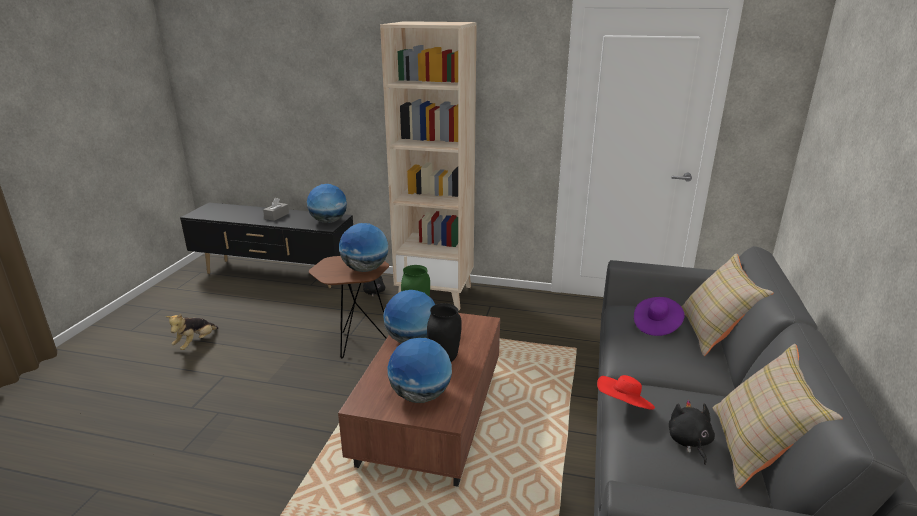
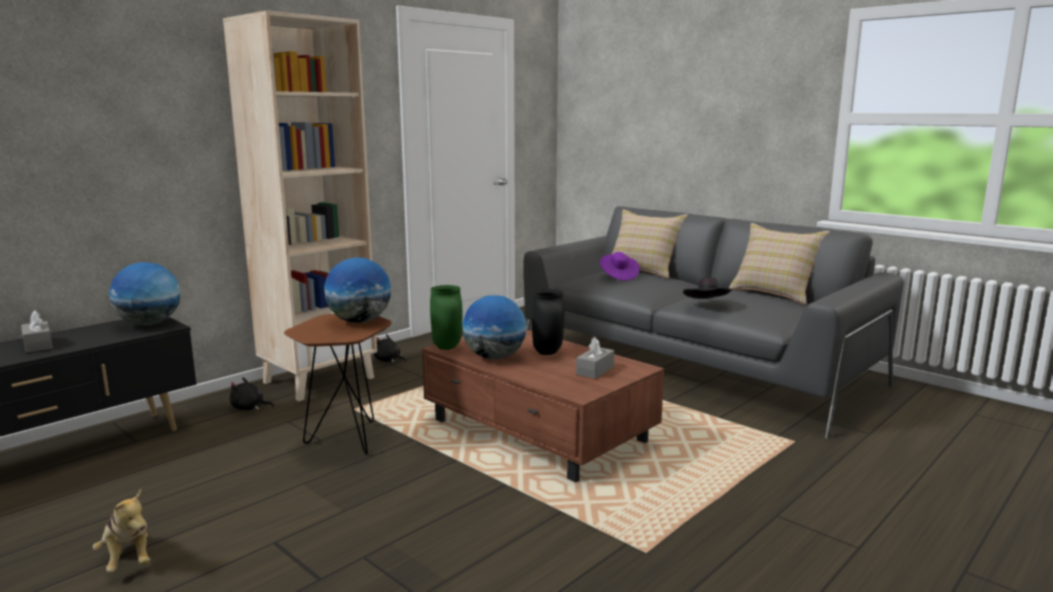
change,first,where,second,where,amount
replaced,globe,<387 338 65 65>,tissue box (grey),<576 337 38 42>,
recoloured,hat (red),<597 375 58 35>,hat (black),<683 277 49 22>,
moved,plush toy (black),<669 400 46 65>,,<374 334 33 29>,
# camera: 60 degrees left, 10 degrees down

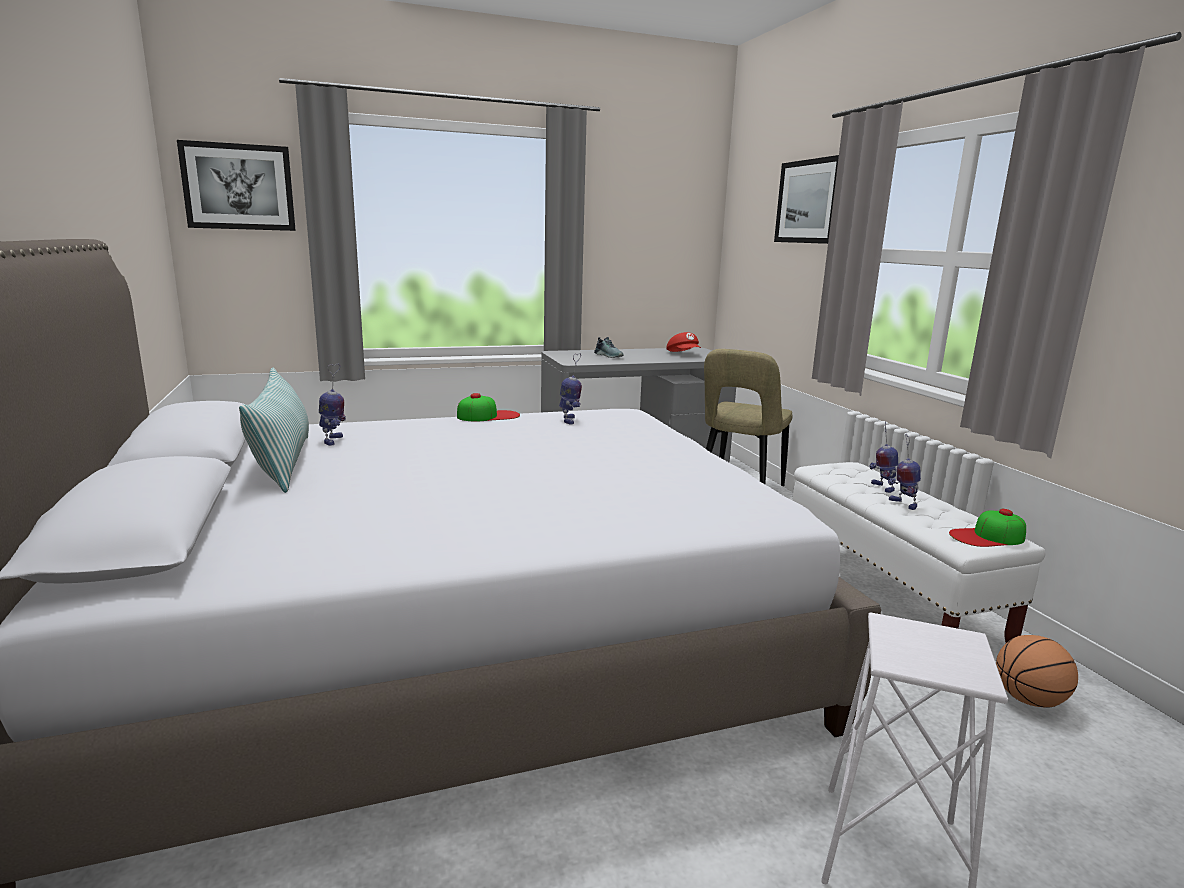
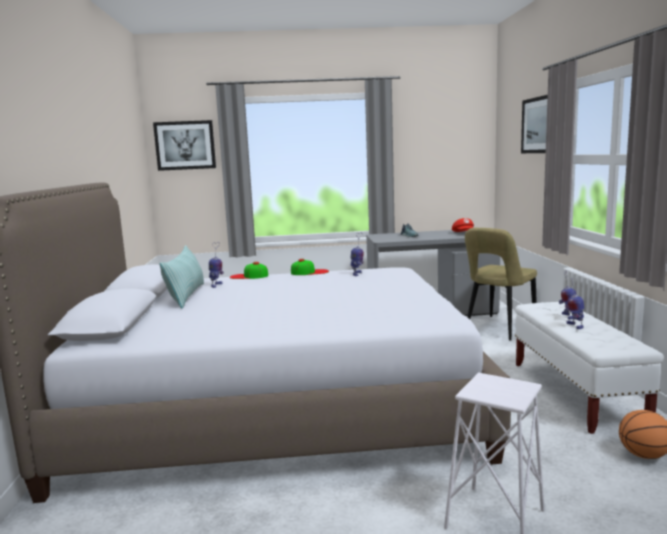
change,first,where,second,where,amount
moved,cap,<949 509 77 38>,,<230 262 38 17>,
# camera: 15 degrees right, 5 degrees down

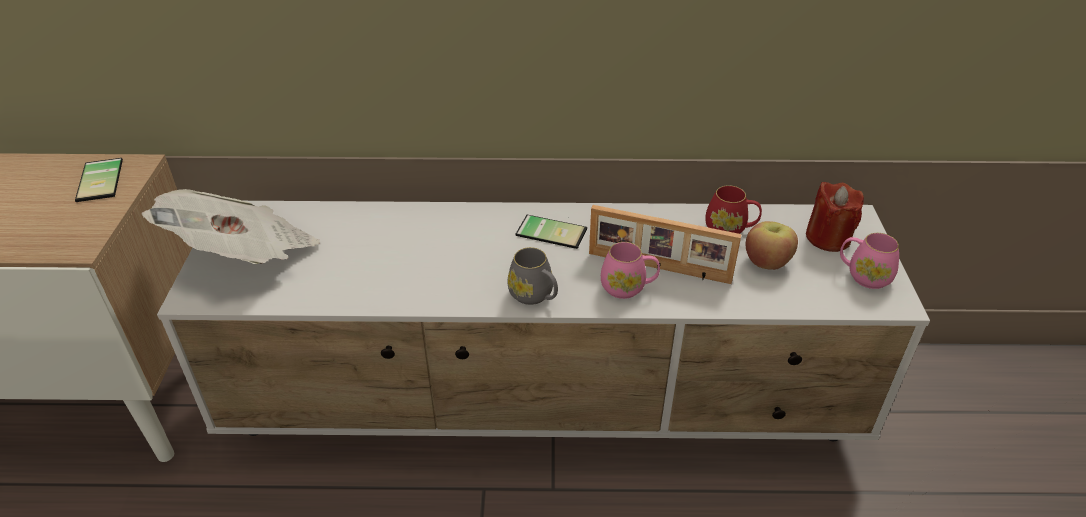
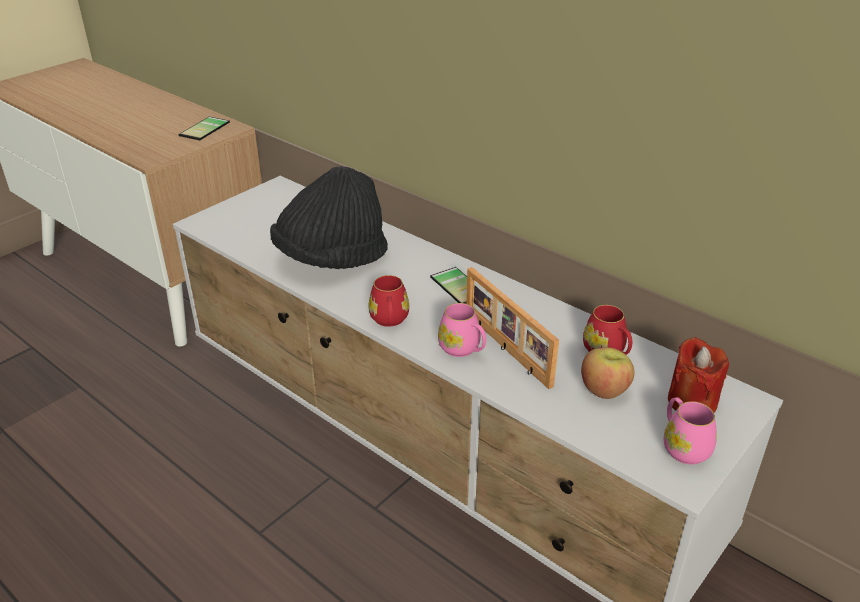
change,first,where,second,where,amount
removed,newspaper,<141 189 178 75>,,,
recoloured,mug (grey),<508 247 50 58>,mug (red),<369 275 40 52>,
added,,,hat (black),<270 166 118 103>,
# camera: 40 degrees right, 5 degrees down

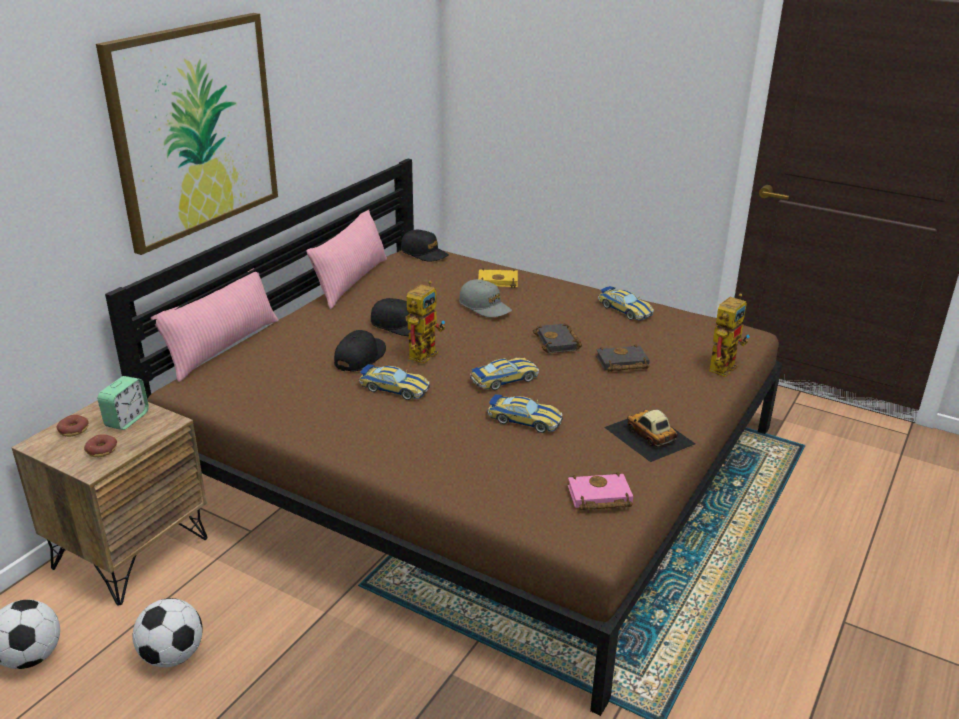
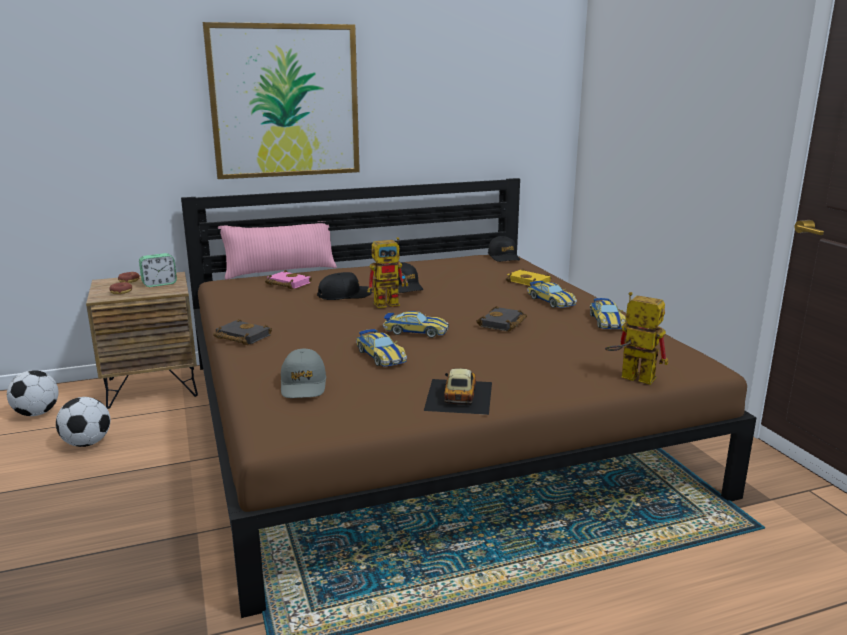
change,first,where,second,where,amount
removed,pillow (pink),<306 210 81 99>,,,
moved,toy car,<359 364 71 36>,,<527 281 50 27>,
moved,cap (grey),<459 279 53 38>,,<281 348 45 50>,
moved,book (pink),<568 472 65 38>,,<265 270 47 19>,
moved,book (black),<596 344 54 28>,,<213 319 59 26>,
turned,toy robot,<709 293 41 84>,,<605 292 63 93>,135 degrees counterclockwise
# camera: 40 degrees right, 10 degrees down

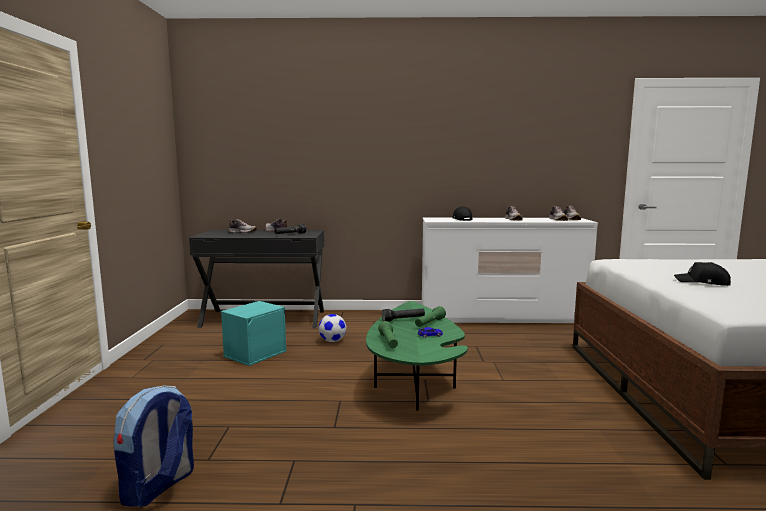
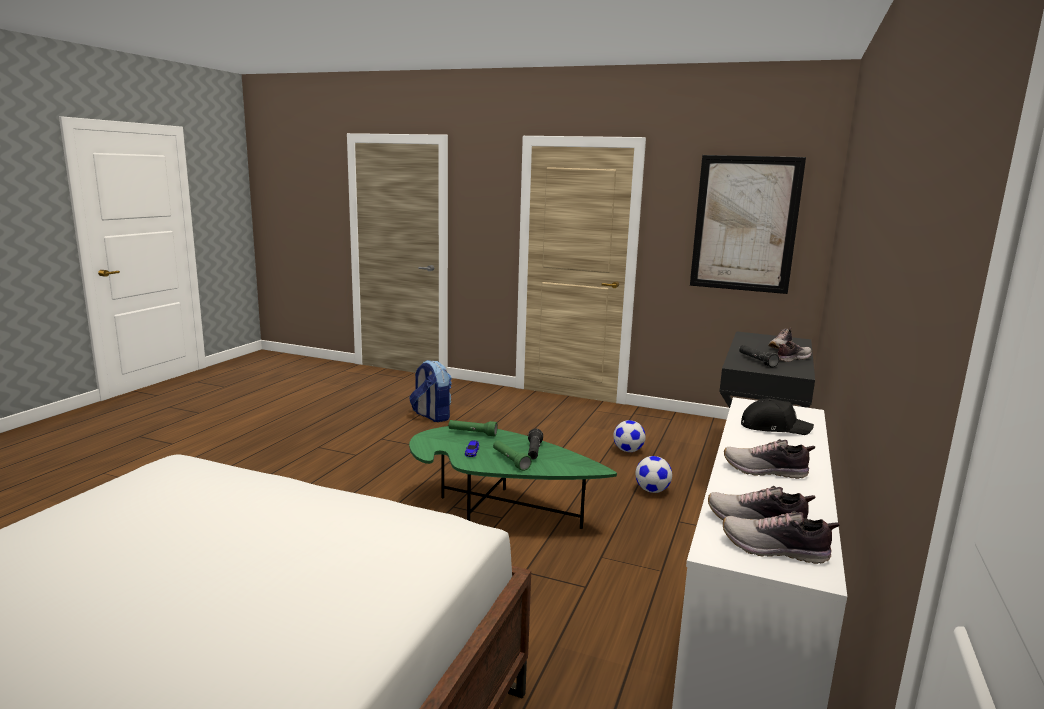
change,first,where,second,where,amount
replaced,storage box (turquoise),<221 301 66 65>,football,<613 420 33 32>,
removed,cap (black),<674 262 57 24>,,,
added,,,picture,<690 155 116 139>,
# camera: 110 degrees right, 5 degrees up

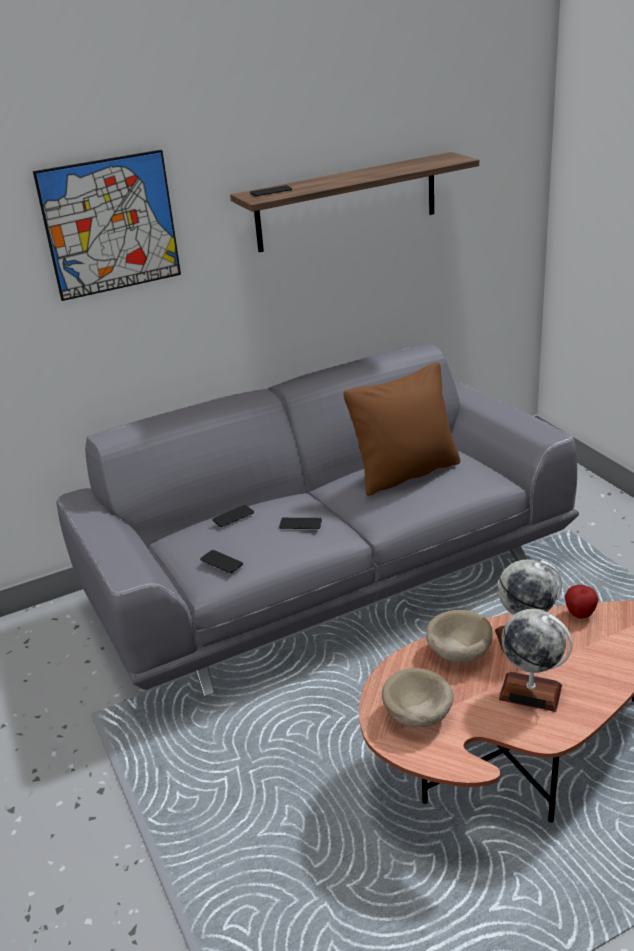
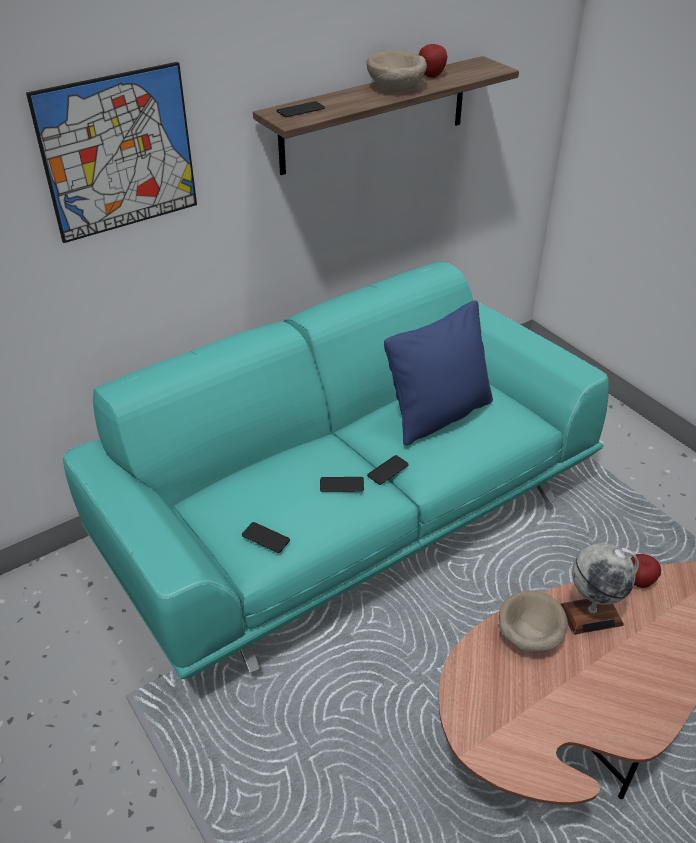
change,first,where,second,where,amount
recoloured,sofa (grey),<57 343 522 353>,sofa (turquoise),<63 262 546 417>,
moved,phone,<212 505 42 22>,,<367 455 42 30>,
recoloured,pillow (brown),<344 362 116 134>,pillow (blue),<384 300 109 145>,
moved,bowl (beige),<382 668 72 59>,,<367 51 60 39>,
removed,globe,<499 609 73 103>,,,
added,,,apple,<419 44 28 34>,
# camera: 10 degrees left, 10 degrees up

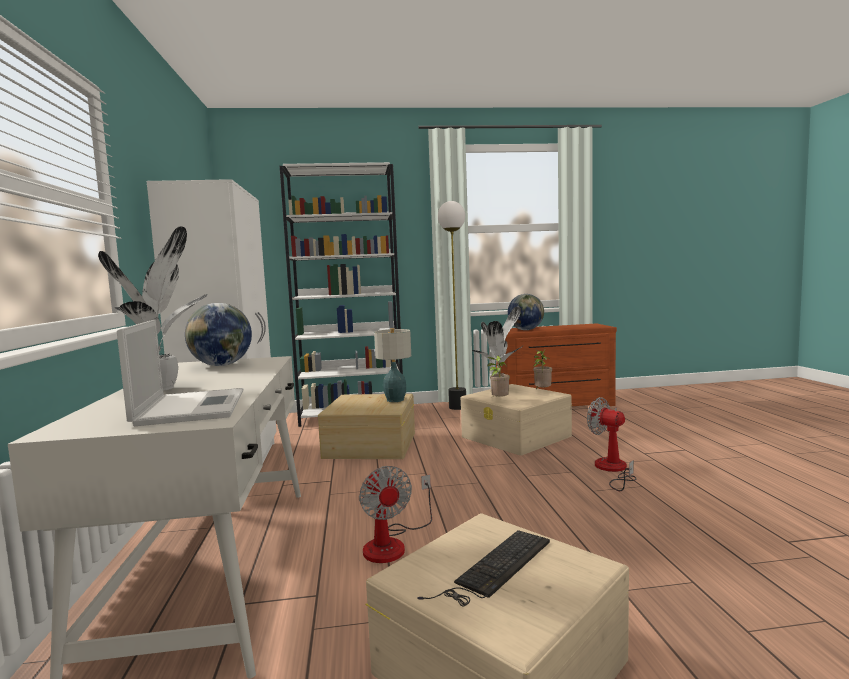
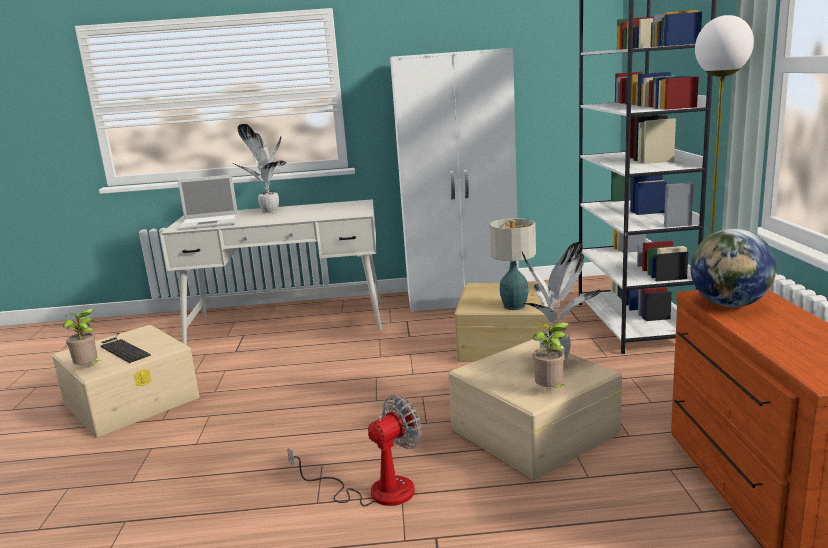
change,first,where,second,where,amount
removed,globe,<185 303 67 63>,,,
removed,fan,<359 466 73 97>,,,
moved,potted plant,<487 356 23 42>,,<63 309 36 56>,
# camera: 95 degrees right, 10 degrees up

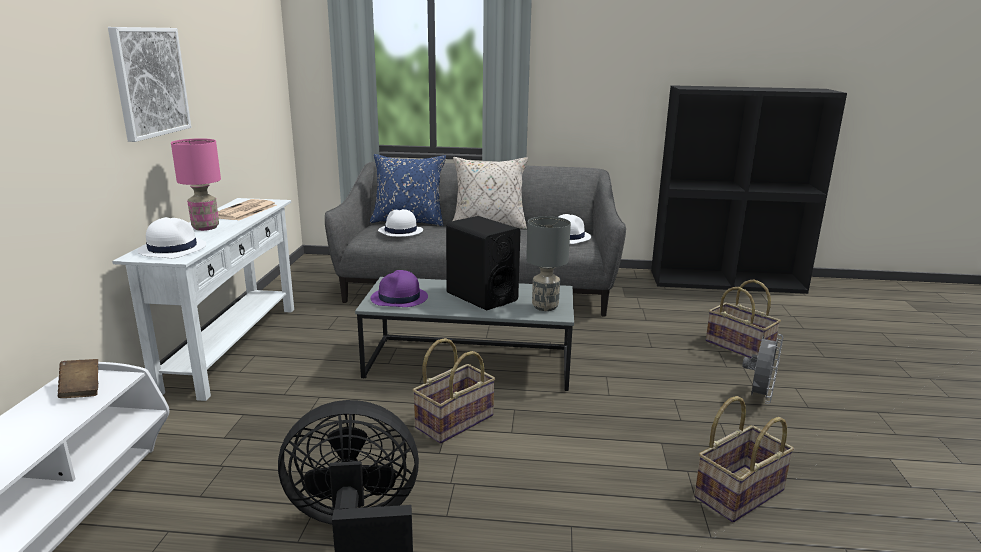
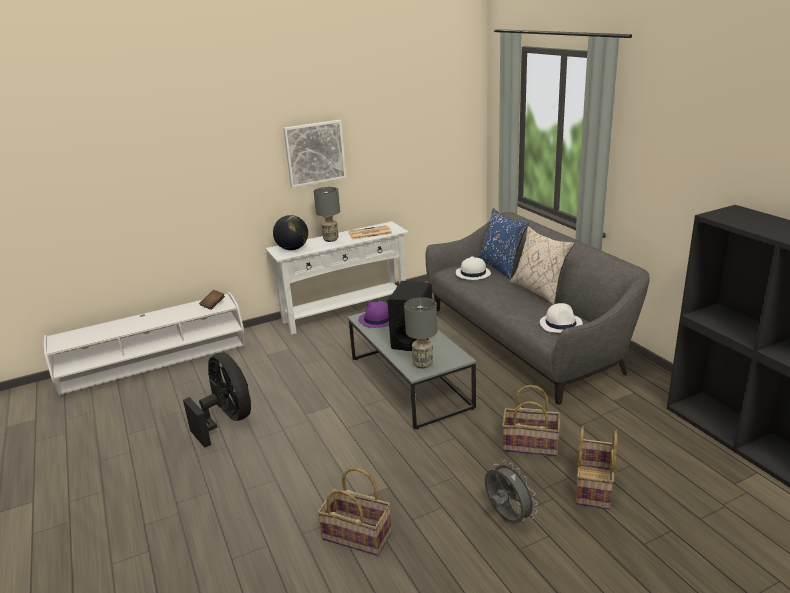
change,first,where,second,where,amount
replaced,hat (white),<137 217 70 41>,globe,<273 215 35 35>,
recoloured,table lamp (pink),<171 138 50 93>,table lamp (grey),<314 187 26 55>,
moved,basket,<412 338 83 106>,,<502 385 58 71>,
turned,fan (grey),<742 334 41 70>,,<485 460 53 64>,120 degrees counterclockwise
# camera: 60 degrees right, 5 degrees up

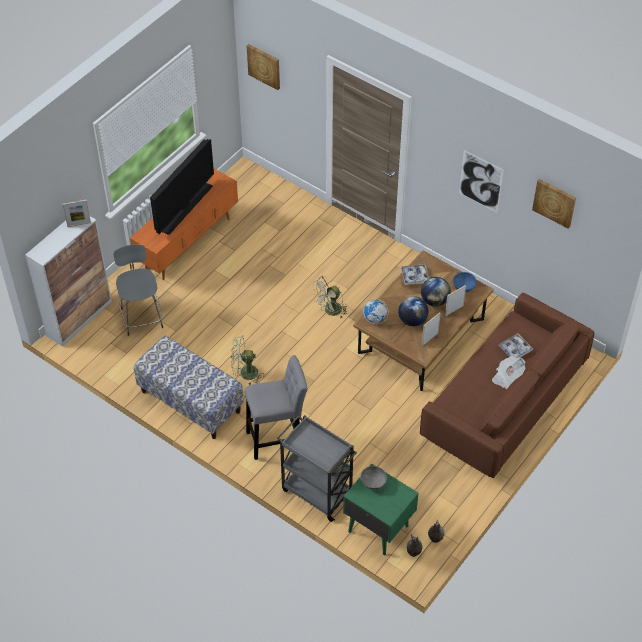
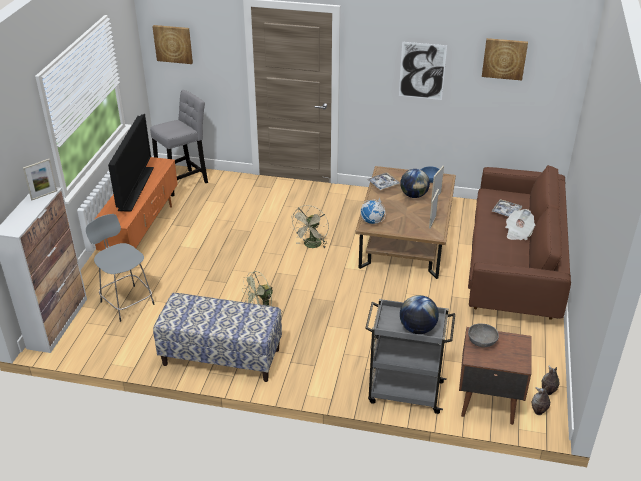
change,first,where,second,where,amount
moved,stool (grey),<245 355 63 105>,,<150 90 58 107>,
recoloured,nightstand (green),<343 464 76 91>,nightstand (brown),<459 327 73 98>,
moved,globe,<398 296 30 30>,,<400 295 39 39>,
# camera: 25 degrees left, 15 degrees down

